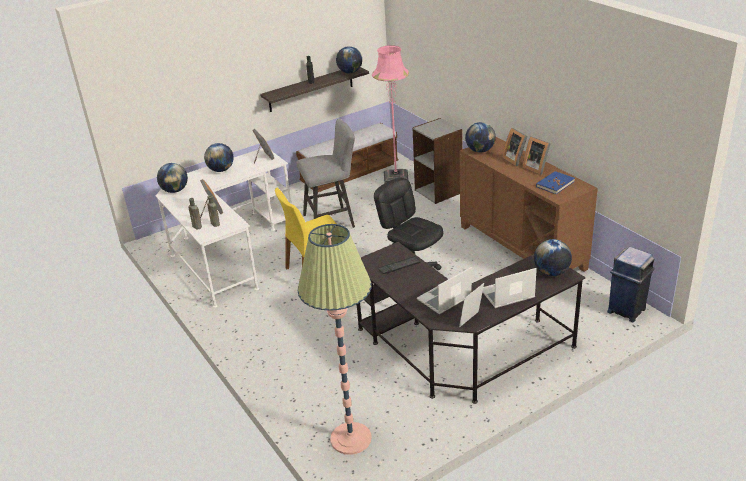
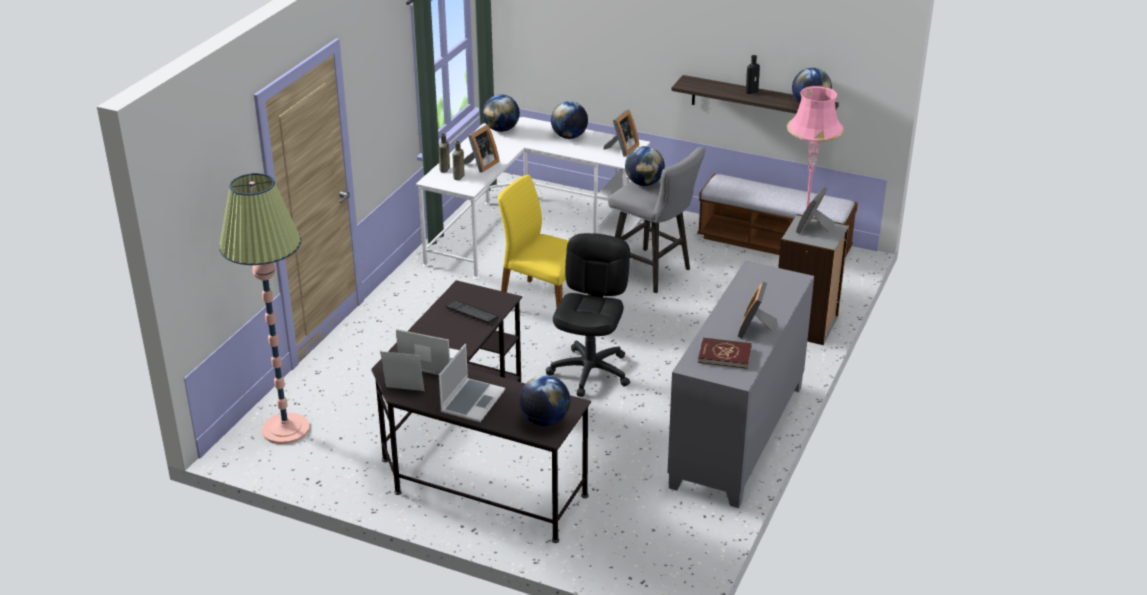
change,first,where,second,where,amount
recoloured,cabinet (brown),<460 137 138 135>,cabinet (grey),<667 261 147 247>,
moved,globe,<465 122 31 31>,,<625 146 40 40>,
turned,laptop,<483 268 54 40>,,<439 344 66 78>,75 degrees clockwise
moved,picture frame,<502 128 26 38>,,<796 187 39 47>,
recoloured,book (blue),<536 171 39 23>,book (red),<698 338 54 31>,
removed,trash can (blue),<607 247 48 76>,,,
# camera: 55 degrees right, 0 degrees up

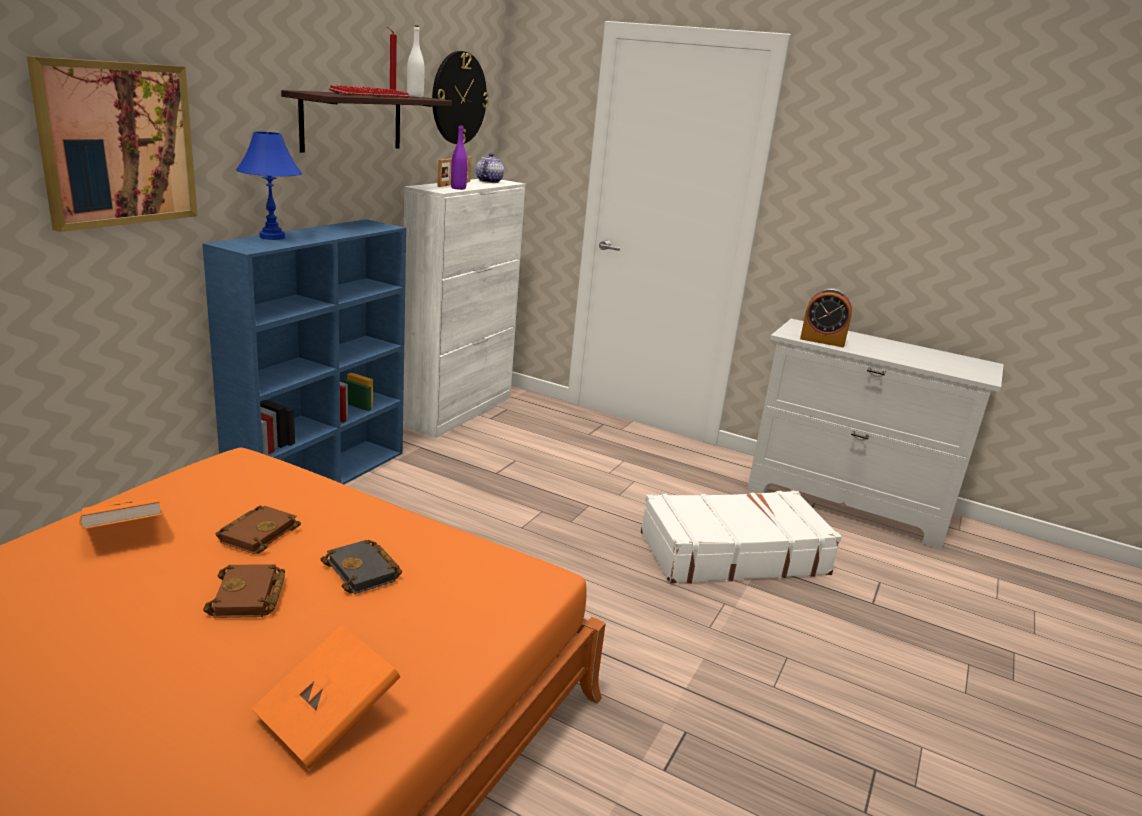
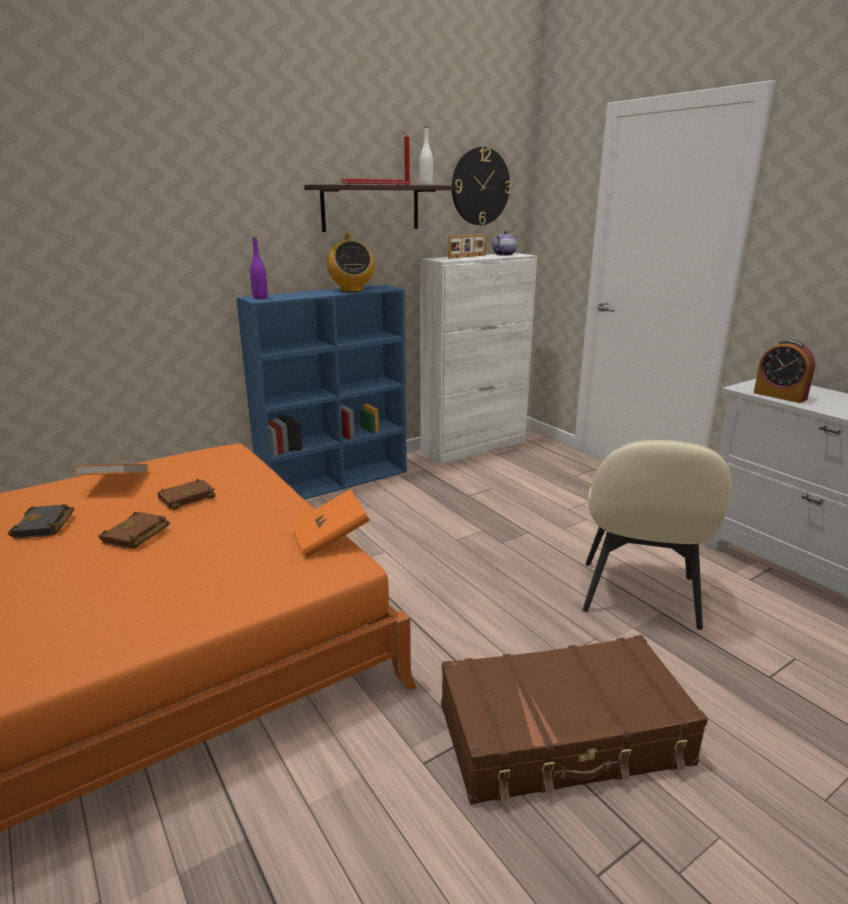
change,first,where,second,where,amount
removed,picture,<27 56 171 176>,,,
removed,table lamp (blue),<236 132 66 108>,,,
moved,book (orange),<251 625 149 144>,,<291 489 79 69>,
moved,book (black),<320 540 82 54>,,<8 504 66 35>,
moved,bottle (purple),<451 125 17 65>,,<250 237 18 62>,
replaced,suitcase (white),<641 491 201 93>,chair (beige),<583 440 149 190>,
added,,,radio,<327 234 47 58>,
added,,,suitcase (brown),<441 635 267 170>,
# camera: 30 degrees right, 0 degrees up

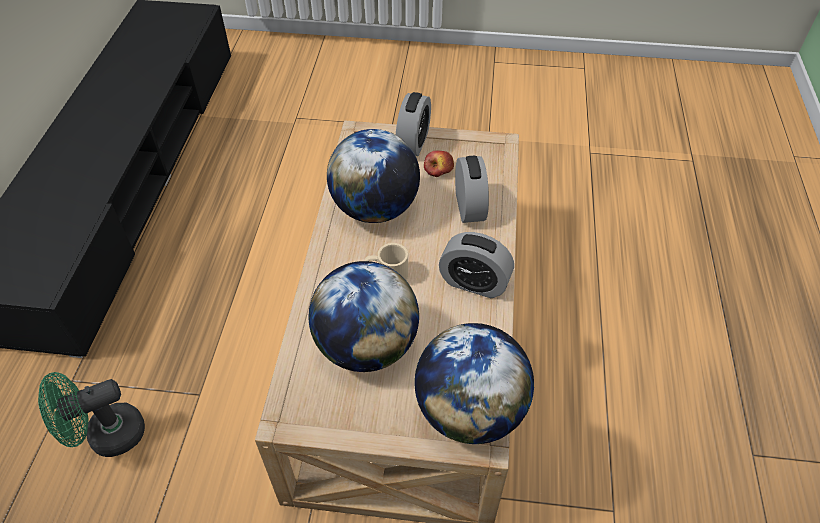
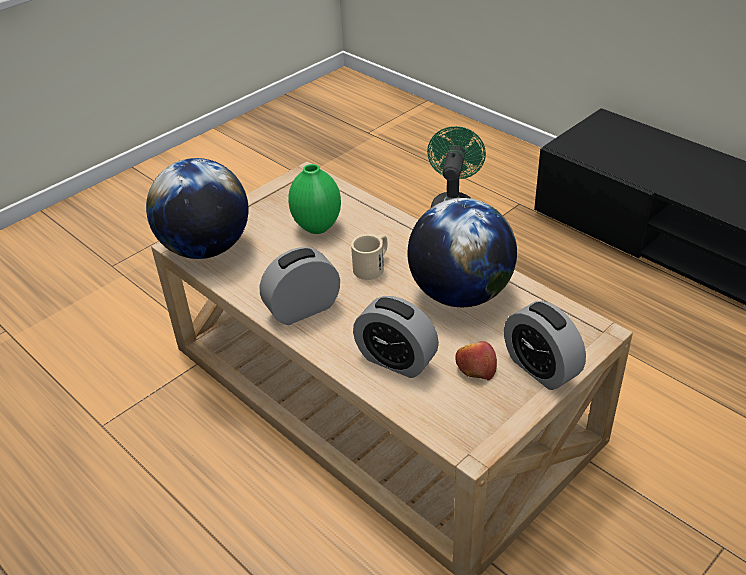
change,first,where,second,where,amount
replaced,globe,<309 261 110 111>,vase (green),<288 164 53 70>,
# camera: 130 degrees right, 10 degrees down

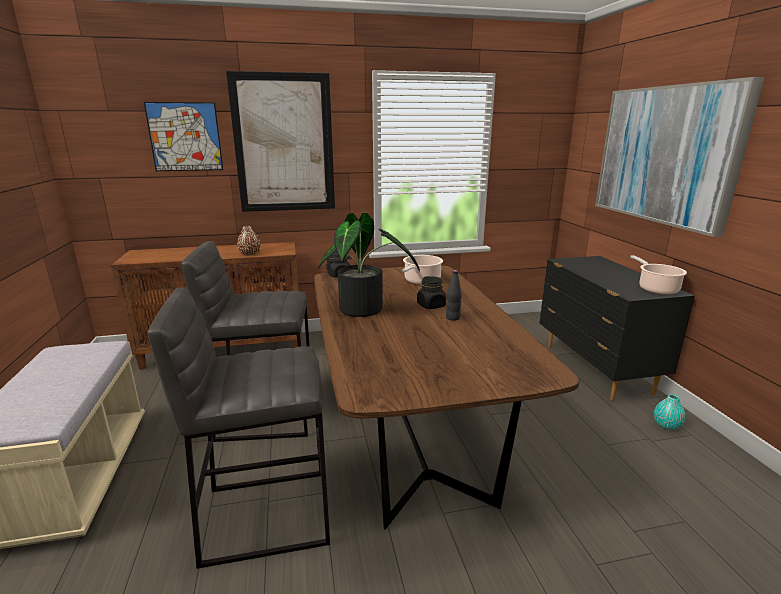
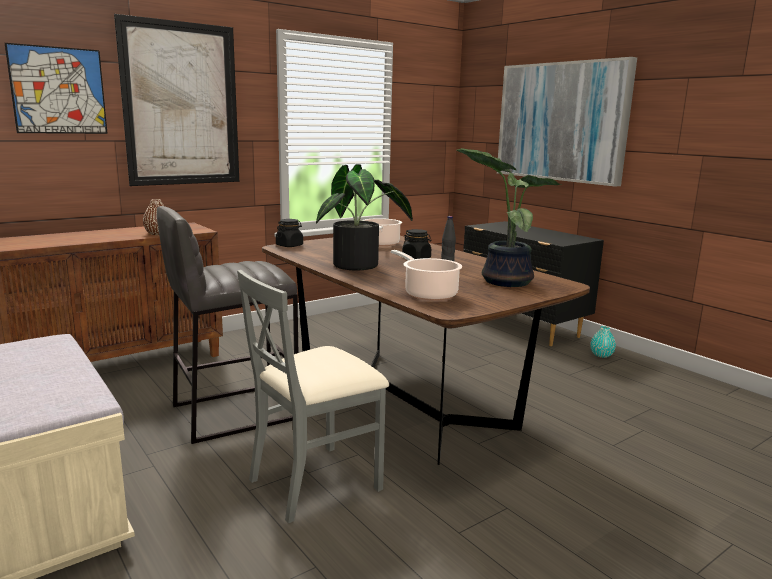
change,first,where,second,where,amount
replaced,stool (grey),<148 287 182 282>,chair (grey),<237 270 152 253>,
moved,cooking pot,<630 255 57 40>,,<391 250 71 51>,
added,,,potted plant,<456 148 105 139>,
# camera: 25 degrees left, 5 degrees down

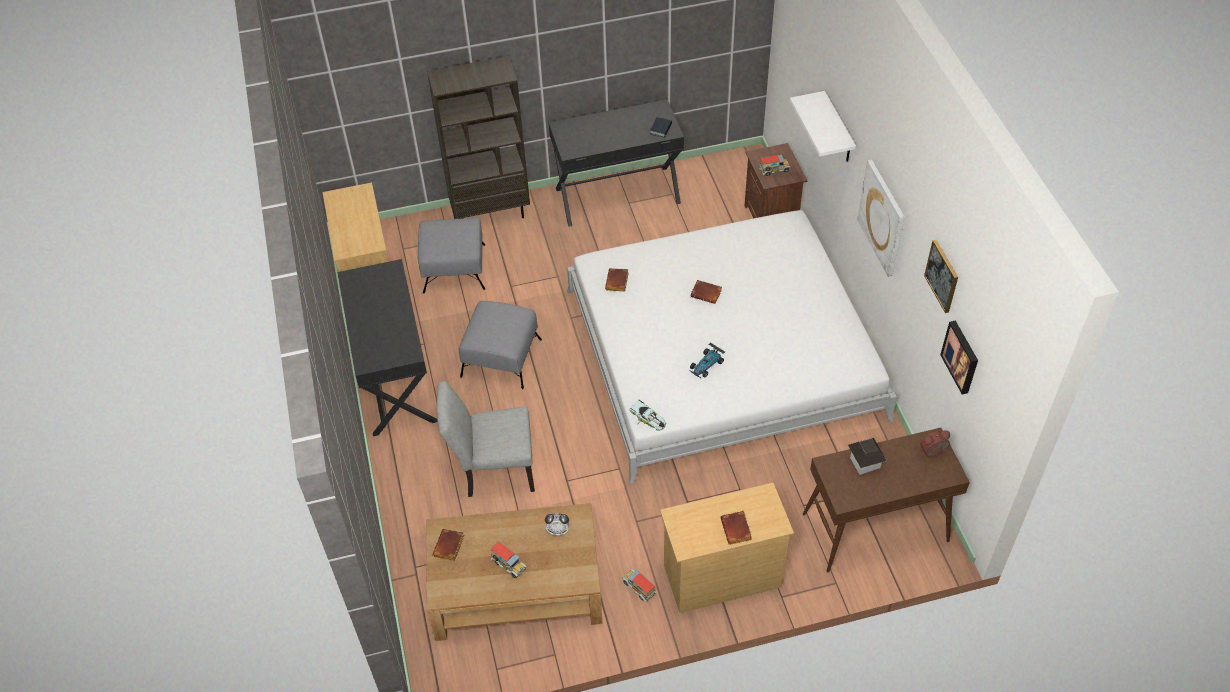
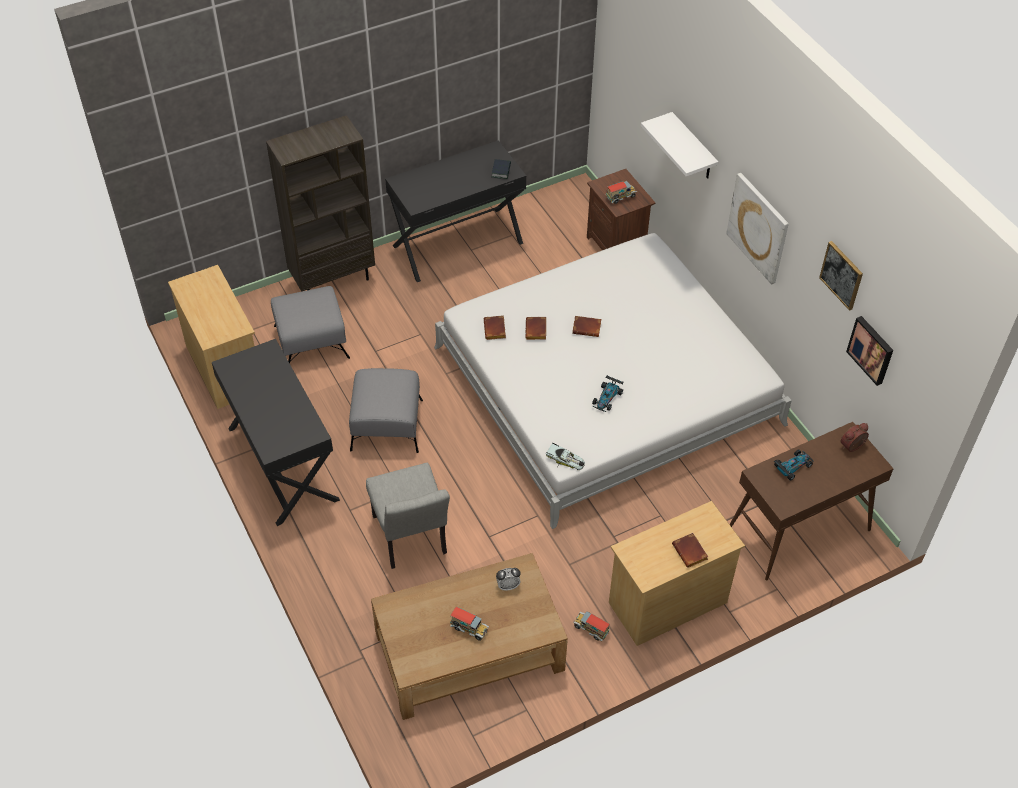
change,first,where,second,where,amount
moved,book (brown),<432 529 32 32>,,<525 317 21 23>,
turned,chair (grey),<436 382 99 115>,,<366 463 84 106>,90 degrees counterclockwise
replaced,toy house,<848 438 38 37>,toy car,<774 449 40 32>,
# camera: 15 degrees left, 0 degrees up

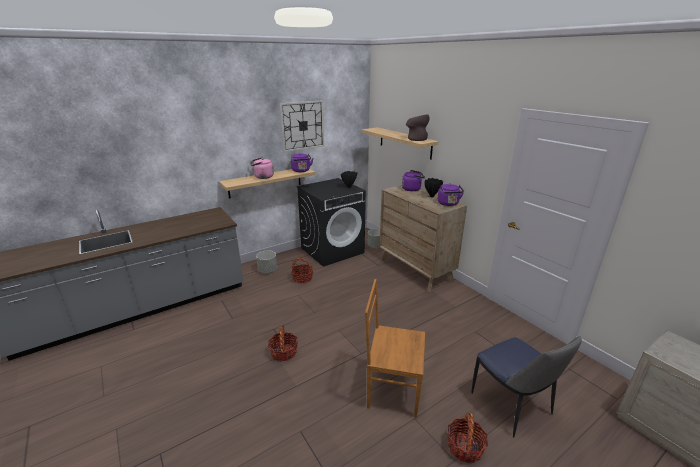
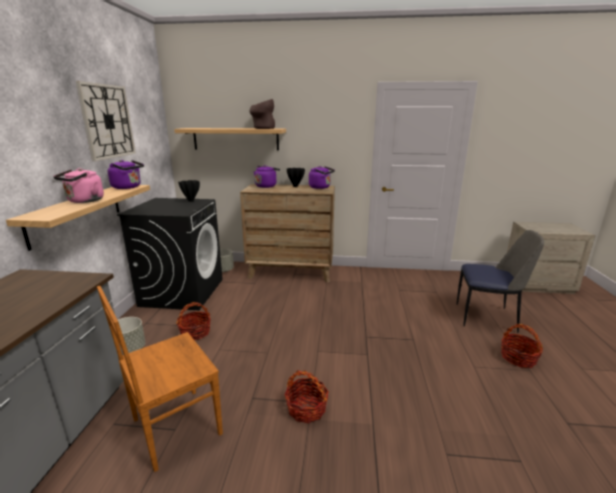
change,first,where,second,where,amount
moved,chair (brown),<365 279 60 138>,,<97 286 126 186>,
# camera: 50 degrees left, 5 degrees down

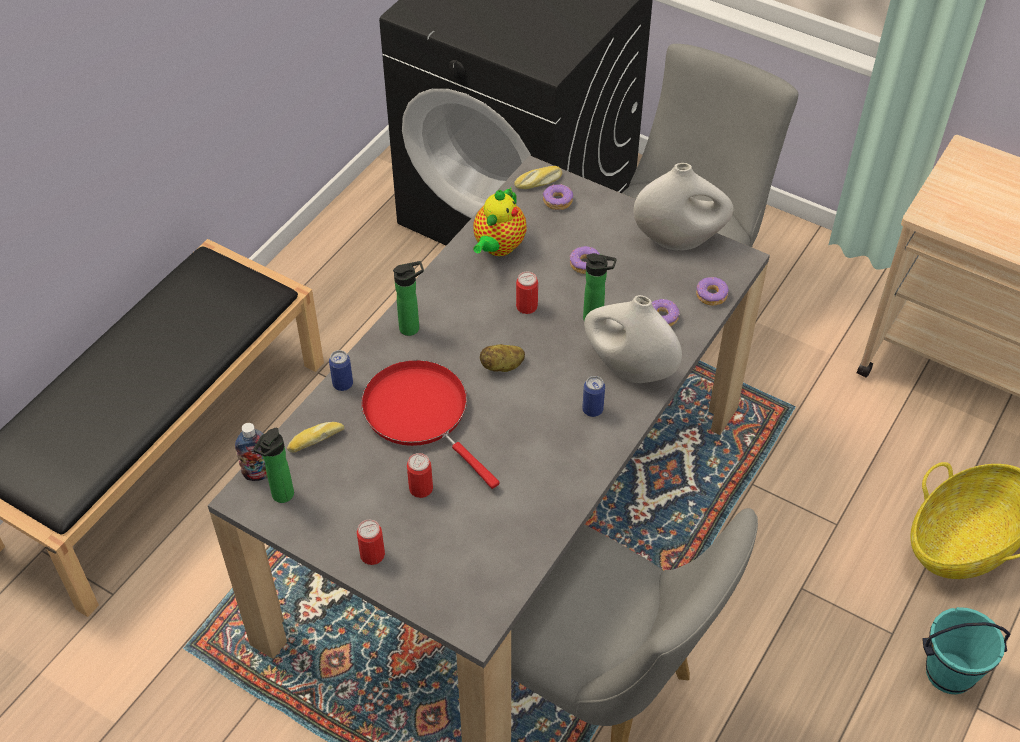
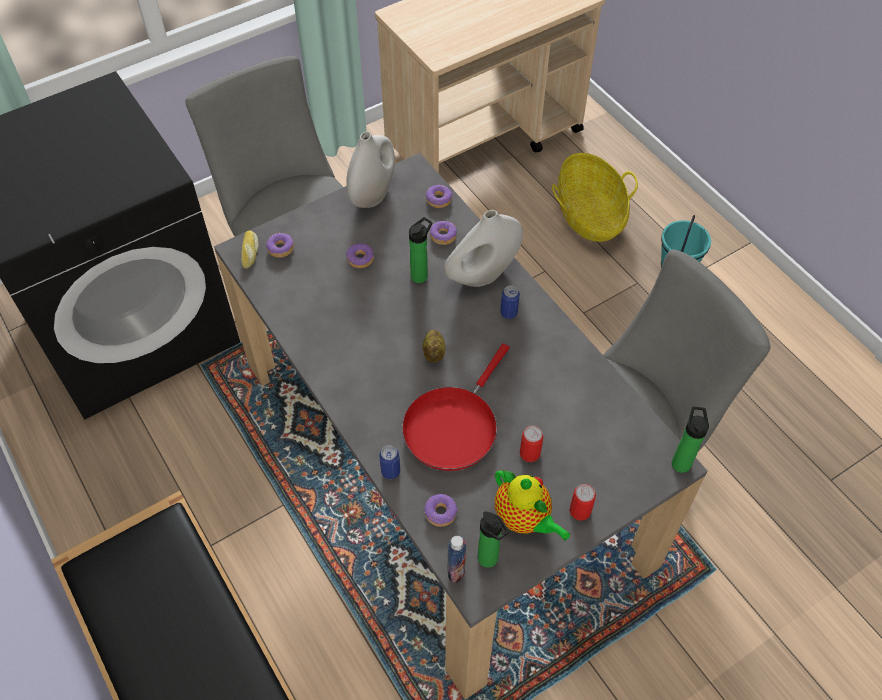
change,first,where,second,where,amount
replaced,bread,<287 422 57 31>,donut,<424 494 34 33>,
turned,frying pan (red),<361 360 138 129>,,<402 344 107 127>,45 degrees counterclockwise
moved,bottle,<393 261 31 75>,,<672 407 37 66>,
moved,teapot,<473 188 54 68>,,<495 469 75 72>,
removed,can,<516 272 22 42>,,,
# camera: 65 degrees left, 5 degrees up

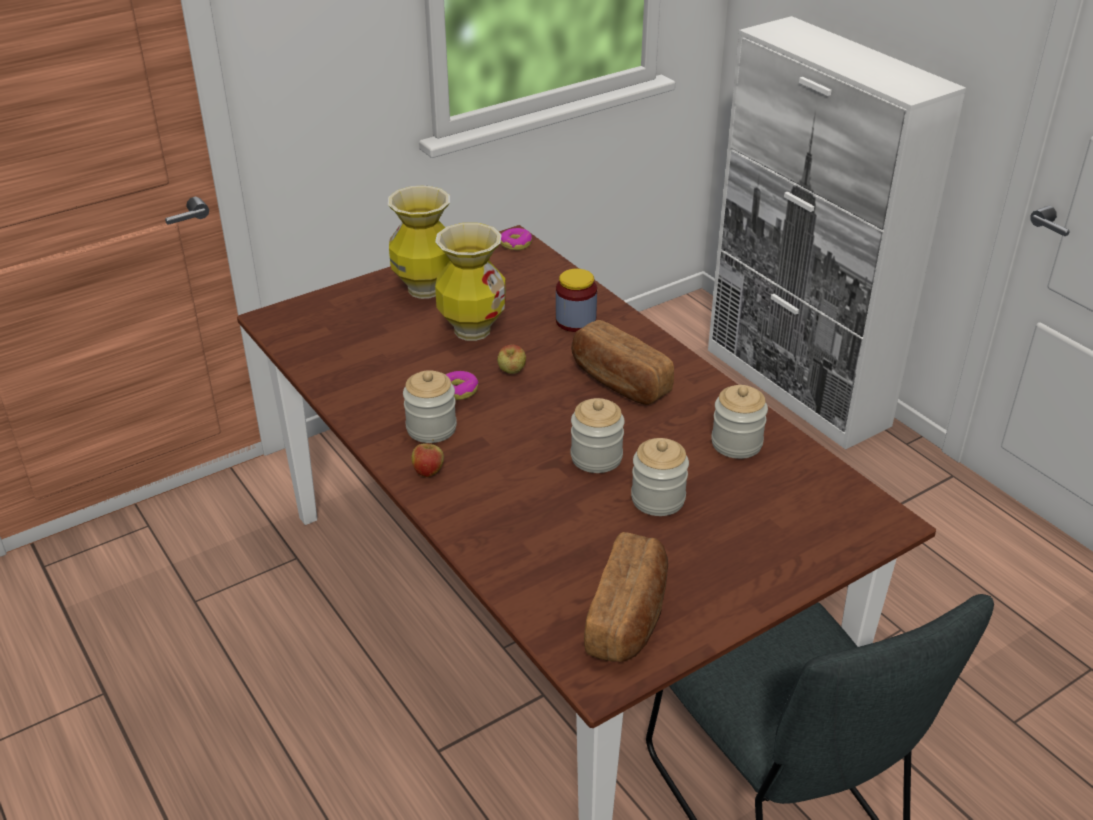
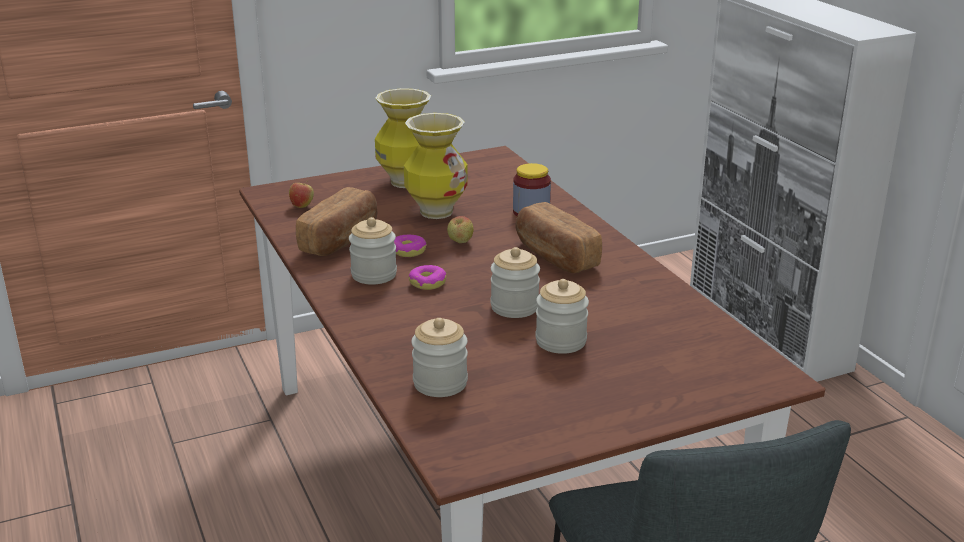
change,first,where,second,where,amount
moved,apple,<411 439 33 38>,,<289 180 25 28>,
moved,donut,<501 228 31 22>,,<409 265 37 25>,
moved,bread,<584 532 84 130>,,<296 187 81 69>,
moved,jar,<711 385 57 74>,,<411 318 57 79>,
# camera: 10 degrees right, 10 degrees down

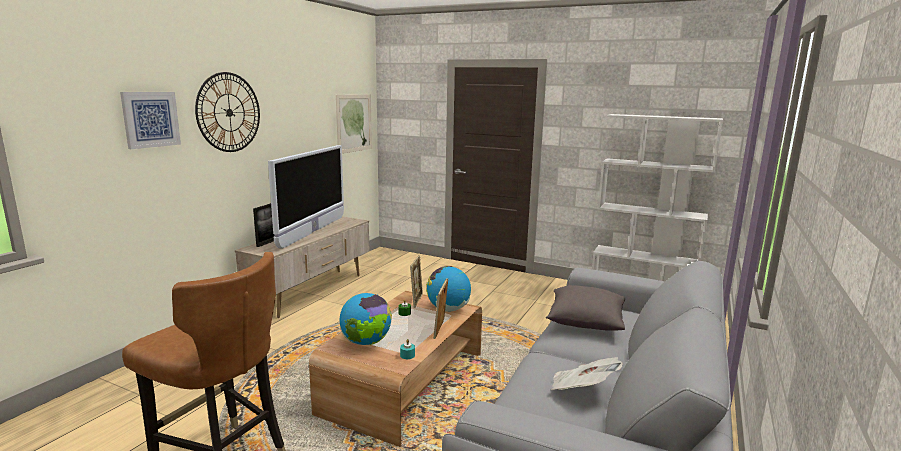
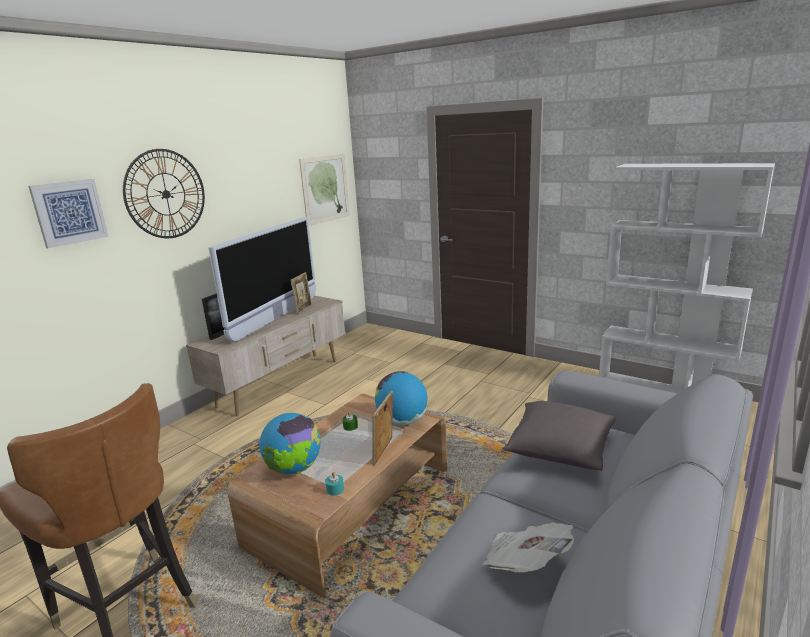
change,first,where,second,where,amount
moved,picture frame,<410 255 13 53>,,<291 272 21 42>,
# camera: 10 degrees right, 5 degrees up

